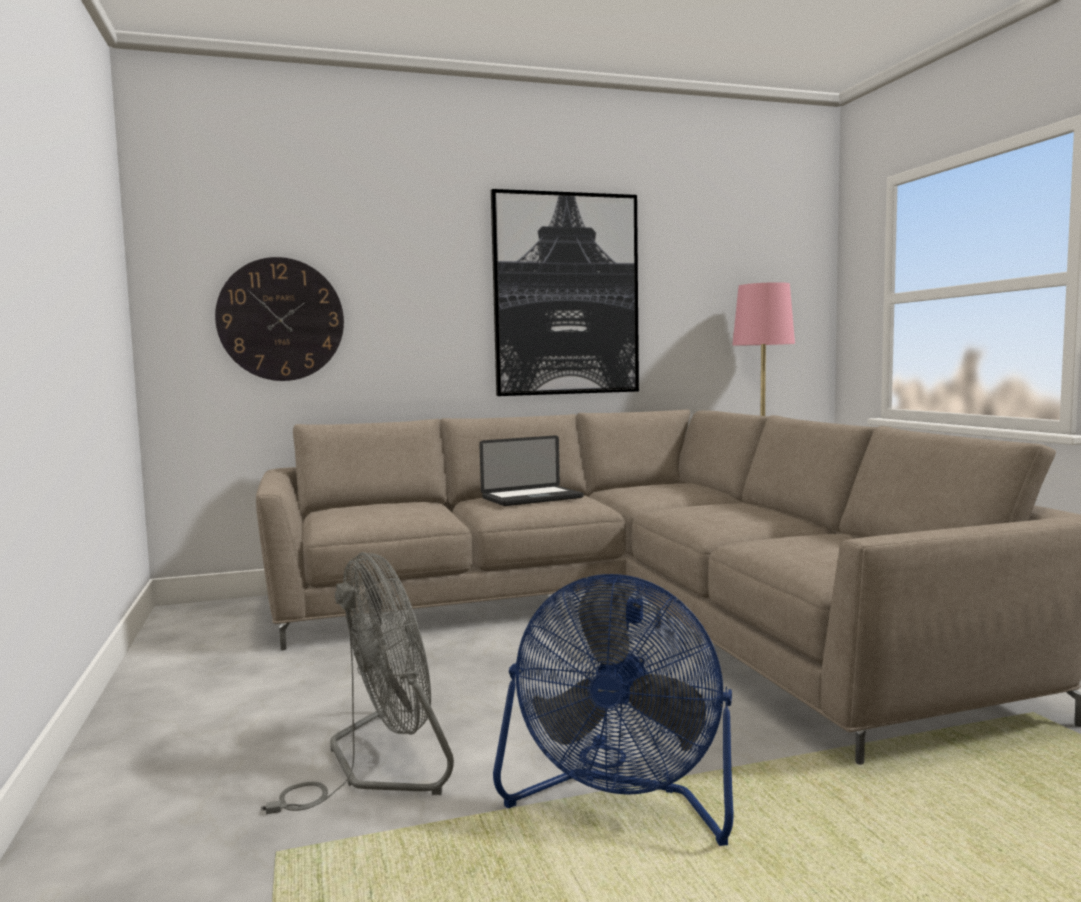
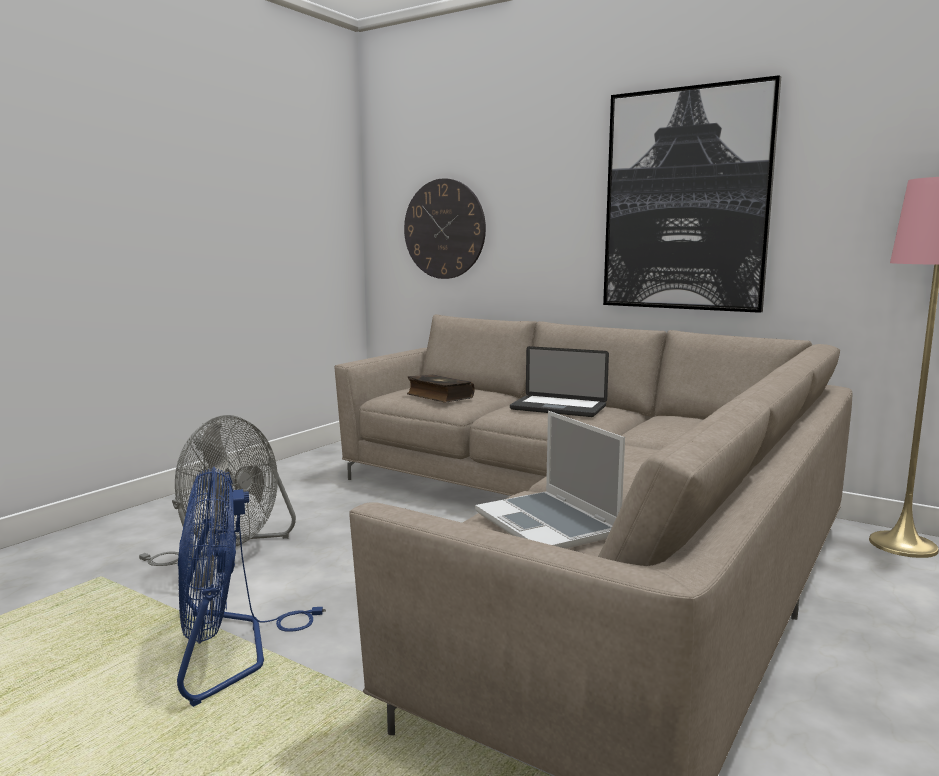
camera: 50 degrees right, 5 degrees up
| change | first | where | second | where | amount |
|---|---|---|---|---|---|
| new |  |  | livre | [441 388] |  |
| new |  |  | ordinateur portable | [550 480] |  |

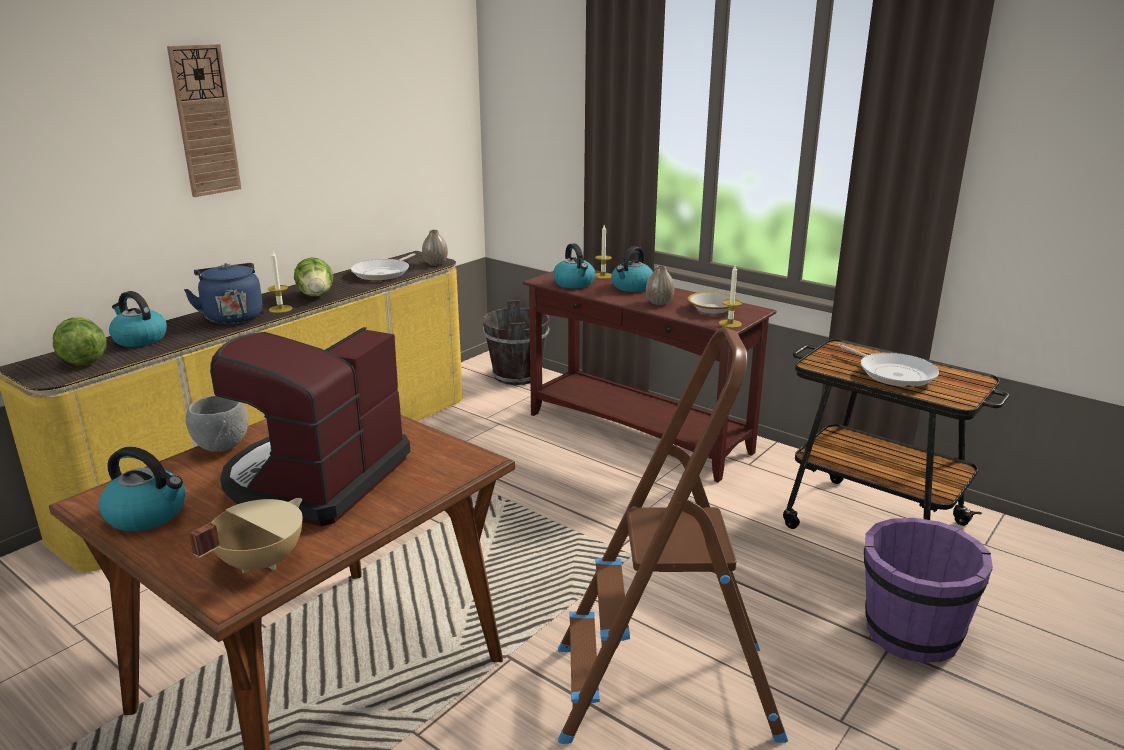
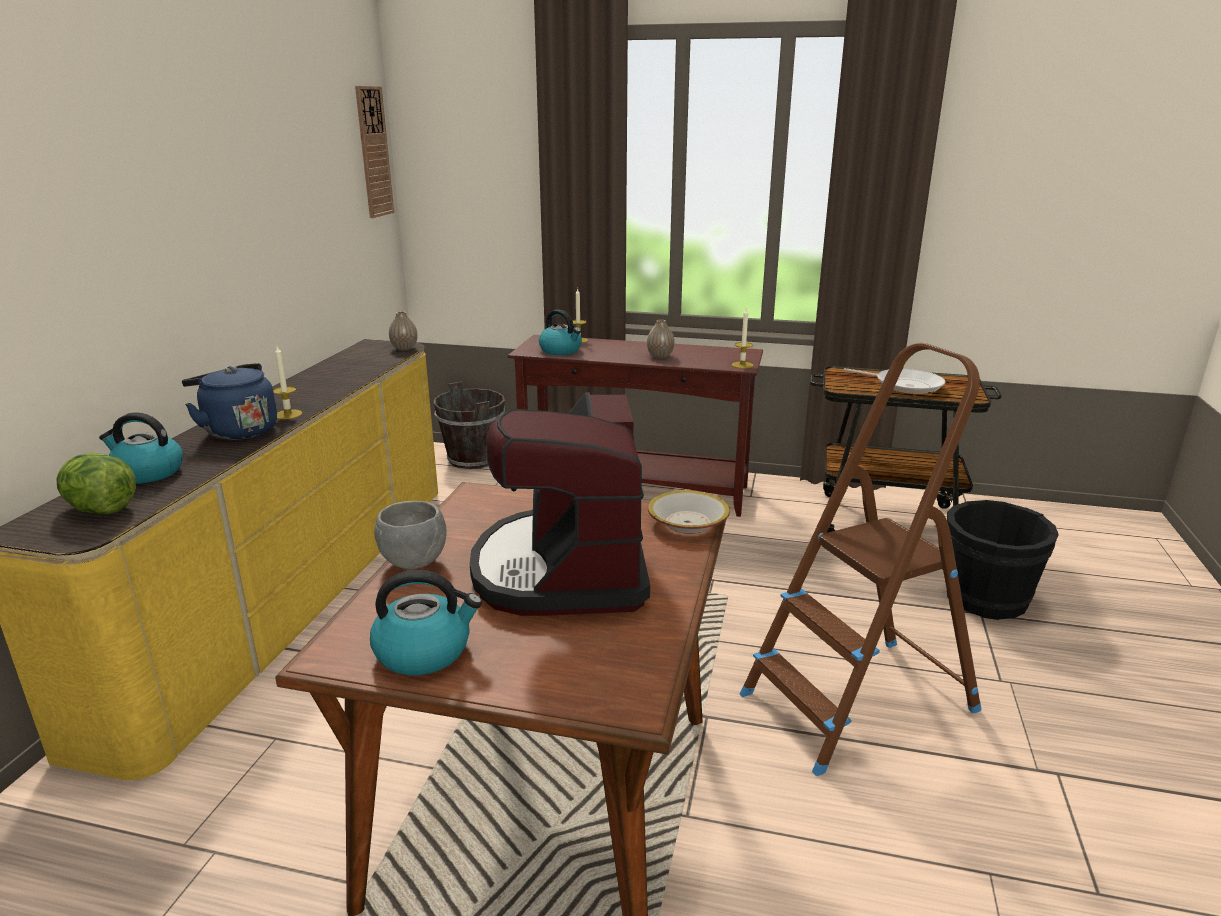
camera: 25 degrees left, 0 degrees up
| change | first | where | second | where | amount |
|---|---|---|---|---|---|
| shifted | horloge murale | [204 120] |  | [374 152] |  |
| gone | bouilloire | [632 269] |  |  |  |
| gone | poêle | [383 267] |  |  |  |
| gone | laitue | [313 277] |  |  |  |
| shifted | bol | [712 303] |  | [689 512] |  |
| gone | marmite (beige) | [246 535] |  |  |  |
| repainted | seau (violet) | [928 590] | seau (noir) | [1002 560] |  |

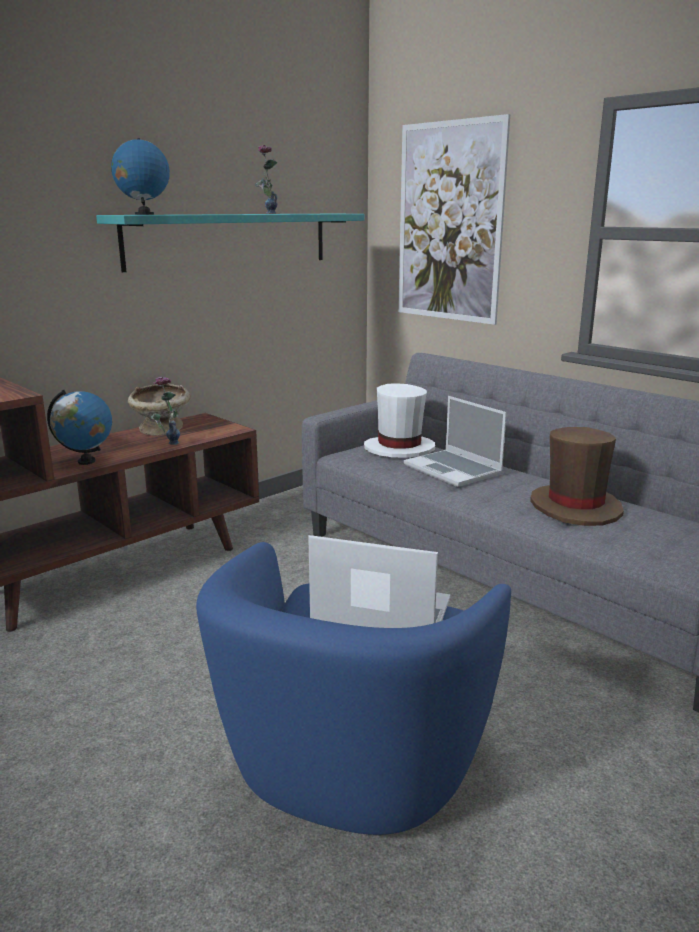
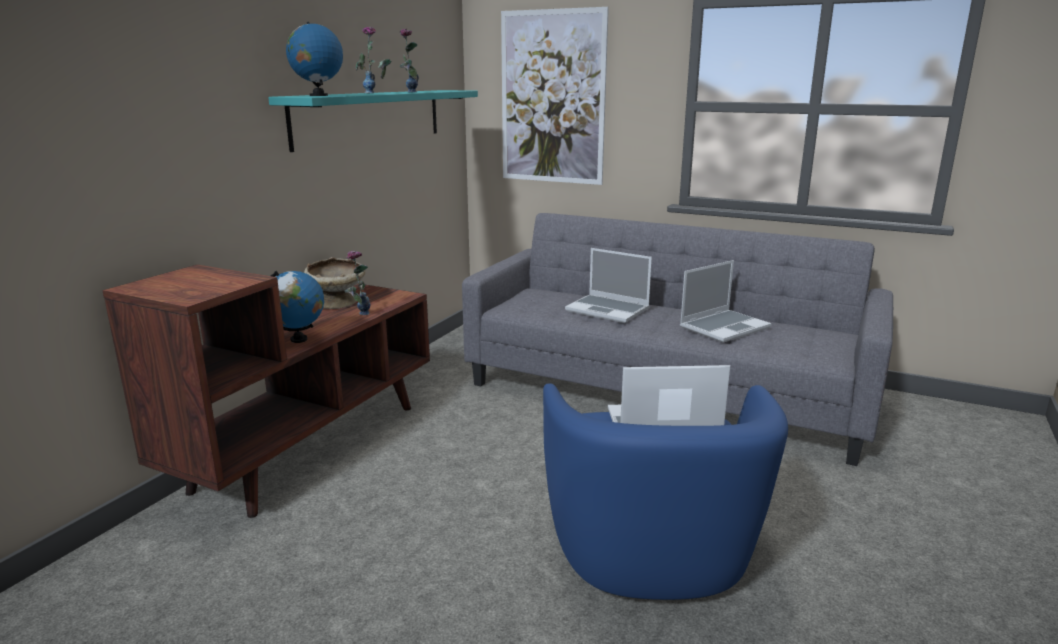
camera: 20 degrees left, 0 degrees up
| change | first | where | second | where | amount |
|---|---|---|---|---|---|
| gone | chapeau (blanc) | [399 421] |  |  |  |
| swapped | chapeau (marron) | [577 476] | ordinateur portable | [726 301] |  |
| new |  |  | vase | [374 60] |  |

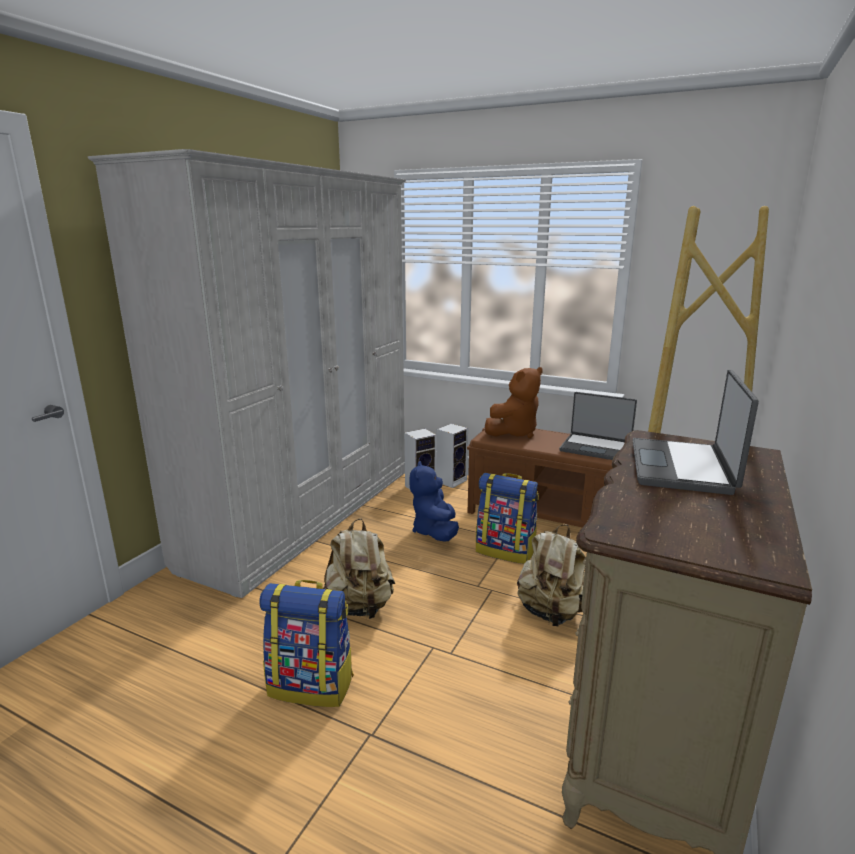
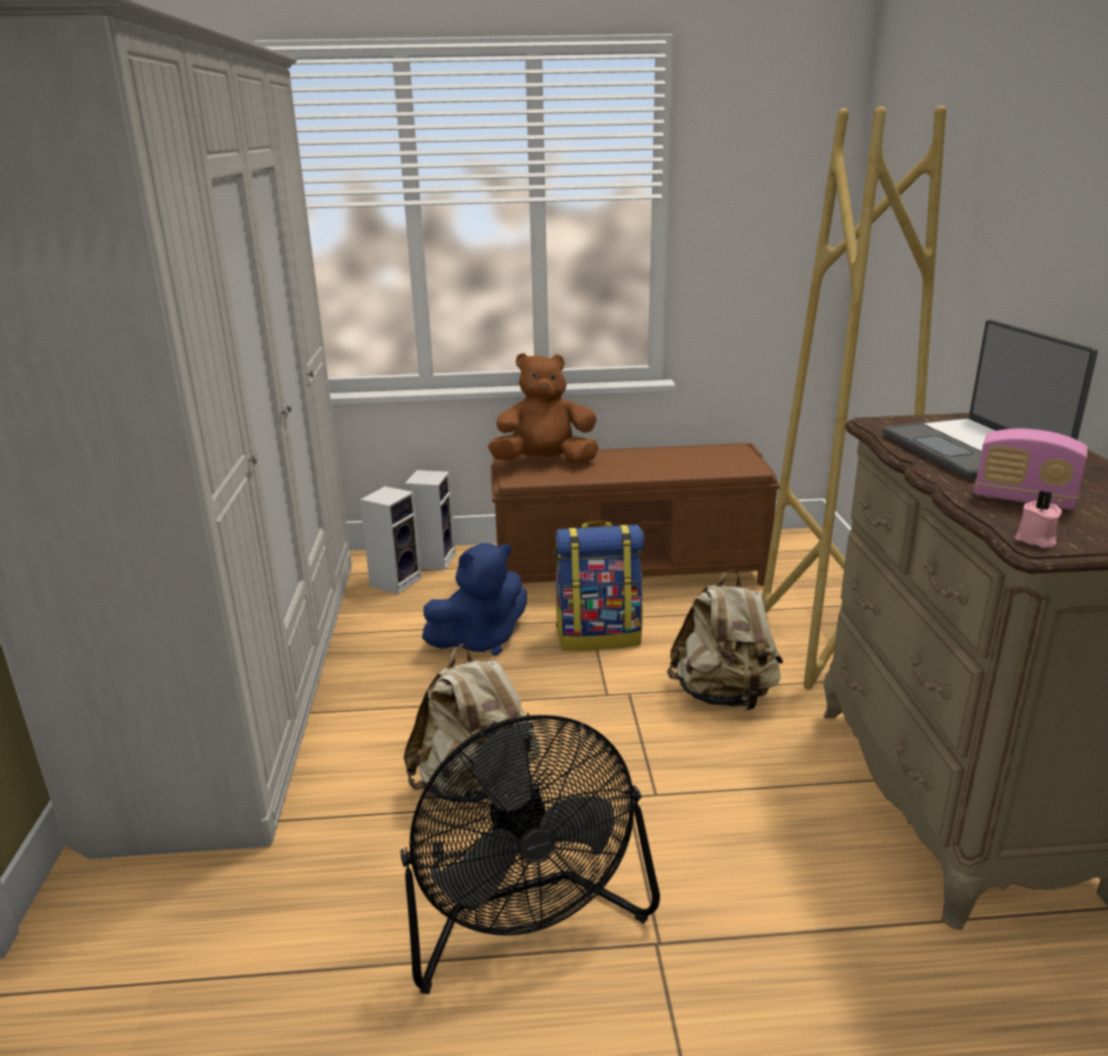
camera: 30 degrees left, 5 degrees up
| change | first | where | second | where | amount |
|---|---|---|---|---|---|
| rotated | peluche (marron) | [514 402] |  | [543 408] | 120 degrees counterclockwise |
| gone | ordinateur portable | [598 426] |  |  |  |
| rotated | peluche (bleu) | [434 501] |  | [474 599] | 90 degrees counterclockwise |
| swapped | sac à dos | [306 643] | ventilateur (noir) | [530 853] |  |
| new |  |  | radio | [1031 469] |  |
| new |  |  | bougie (rose) | [1038 519] |  |

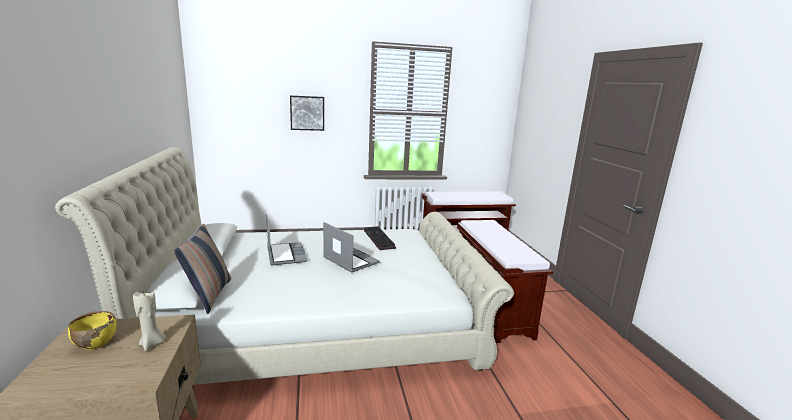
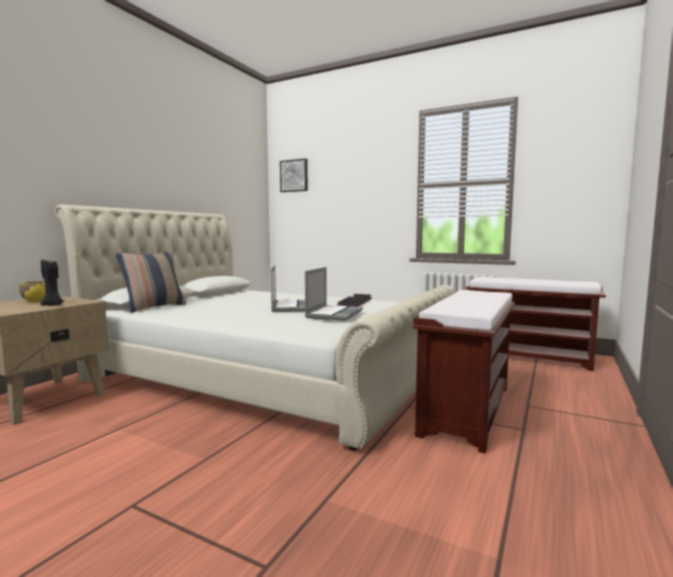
camera: 40 degrees right, 10 degrees down
| change | first | where | second | where | amount |
|---|---|---|---|---|---|
| shifted | tableau | [307 113] |  | [294 175] |  |
| shifted | ordinateur portable | [286 240] |  | [334 294] |  |
| repainted | bougie (beige) | [149 321] | bougie (noir) | [51 282] |  |

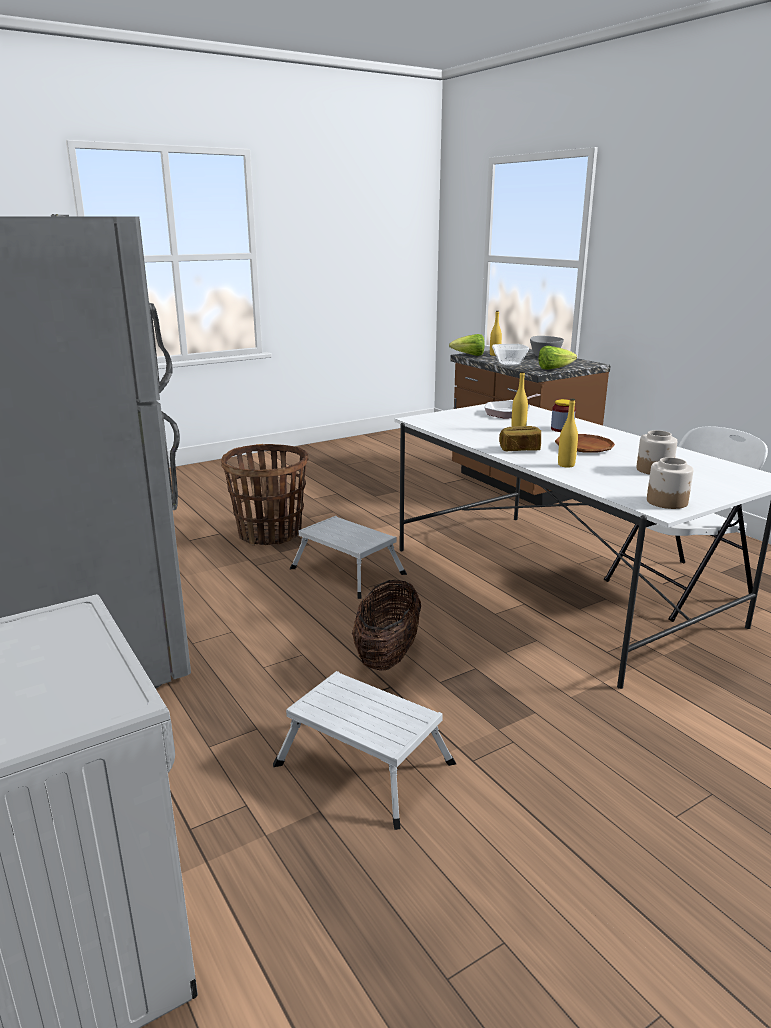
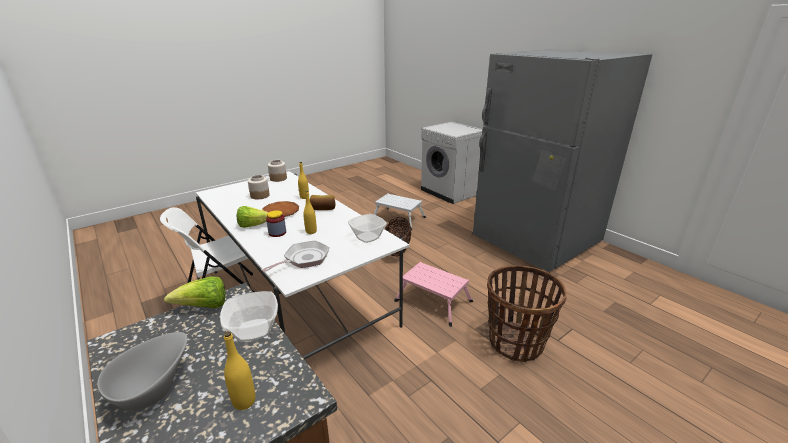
camera: 175 degrees right, 5 degrees up
| change | first | where | second | where | amount |
|---|---|---|---|---|---|
| shifted | laitue | [467 345] |  | [252 217] |  |
| repainted | escabeau (blanc) | [348 557] | escabeau (rose) | [433 294] |  |
| new |  |  | bol | [367 228] |  |

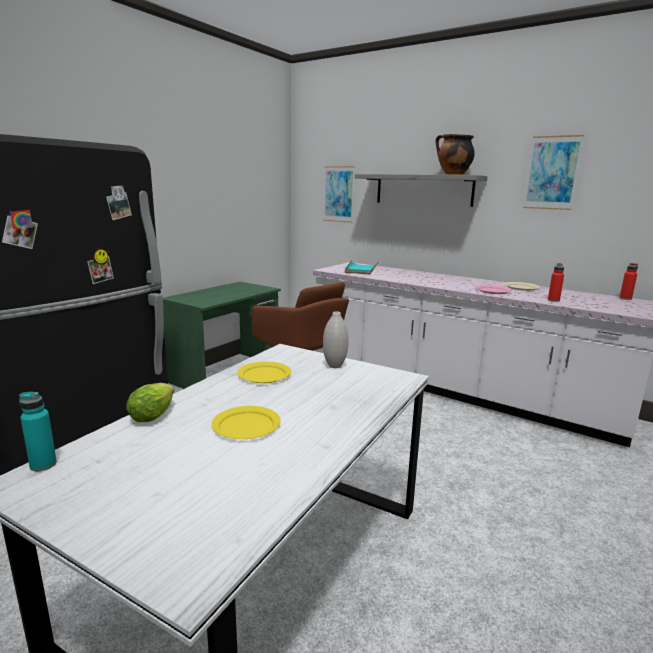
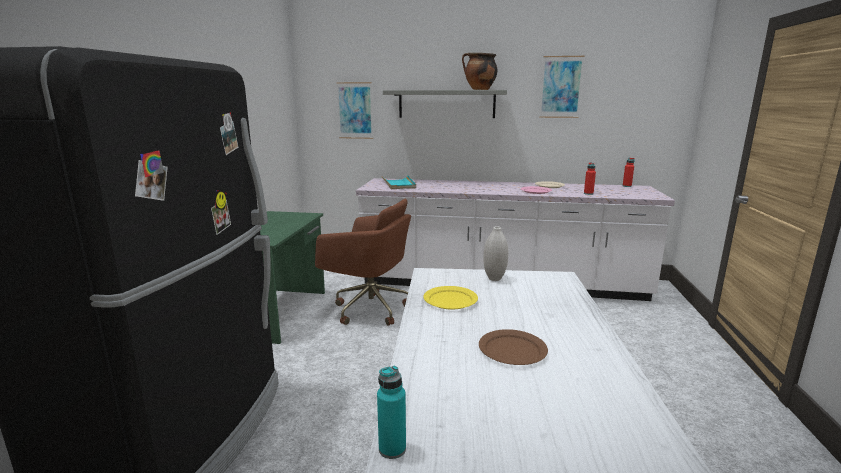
camera: 25 degrees left, 0 degrees up
| change | first | where | second | where | amount |
|---|---|---|---|---|---|
| gone | laitue | [150 402] |  |  |  |
| repainted | assiette (jaune) | [246 422] | assiette (marron) | [513 347] |  |

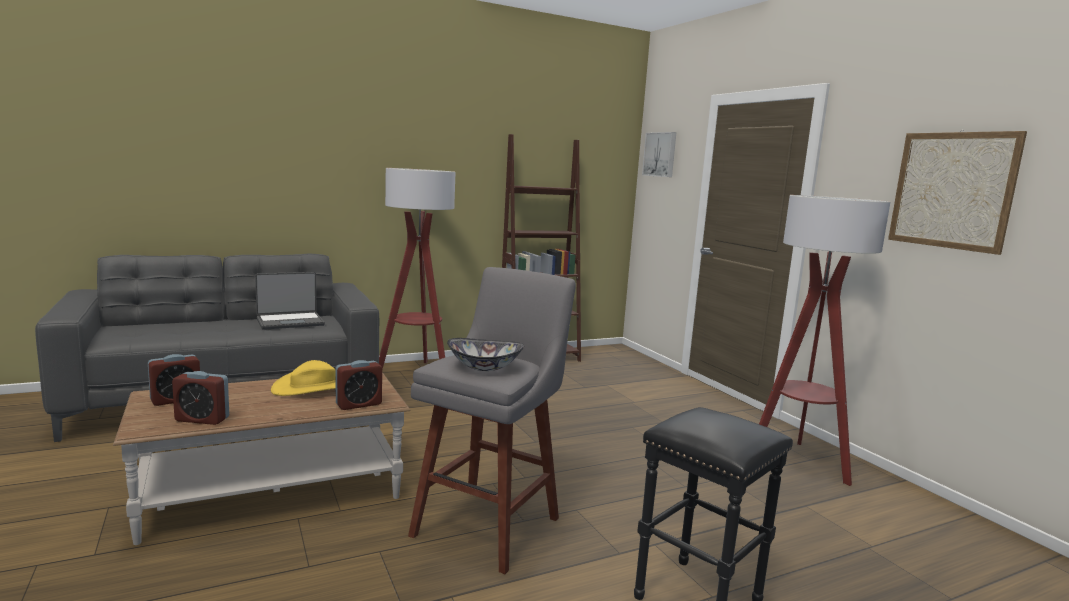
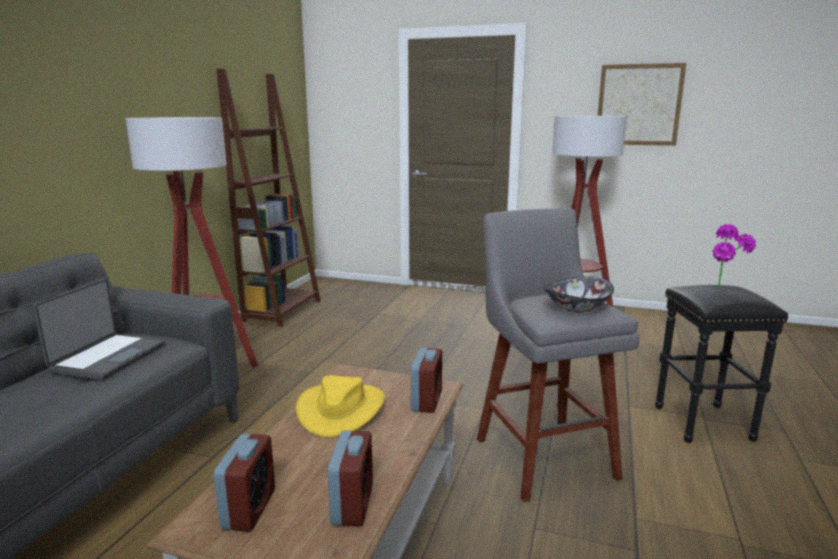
camera: 45 degrees left, 5 degrees up
| change | first | where | second | where | amount |
|---|---|---|---|---|---|
| gone | tableau | [659 154] |  |  |  |
| rotated | réveil | [200 398] |  | [350 478] | 45 degrees counterclockwise |
| new |  |  | plante en pot | [734 255] |  |

